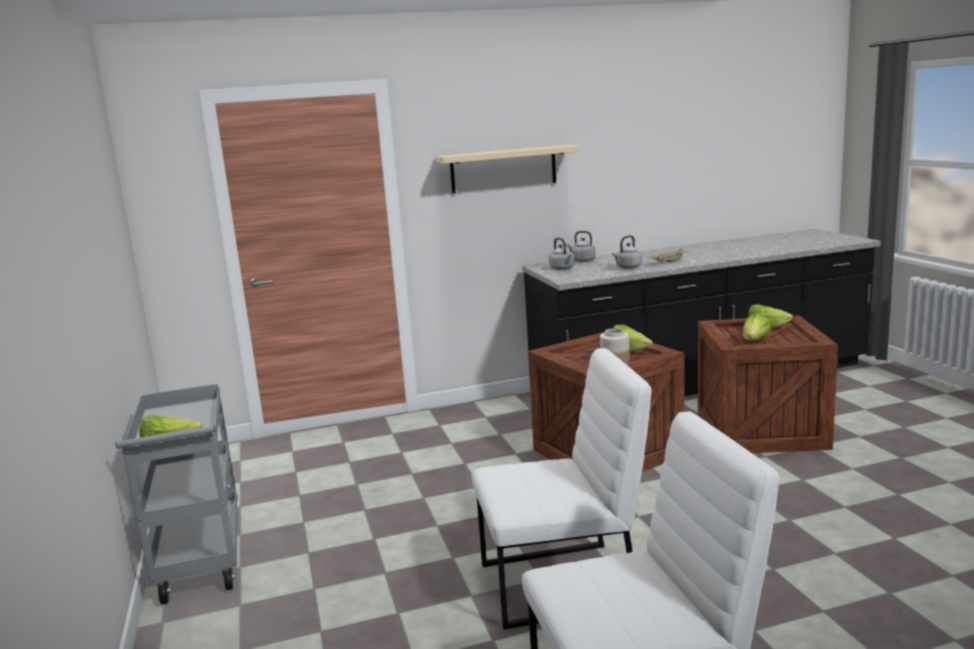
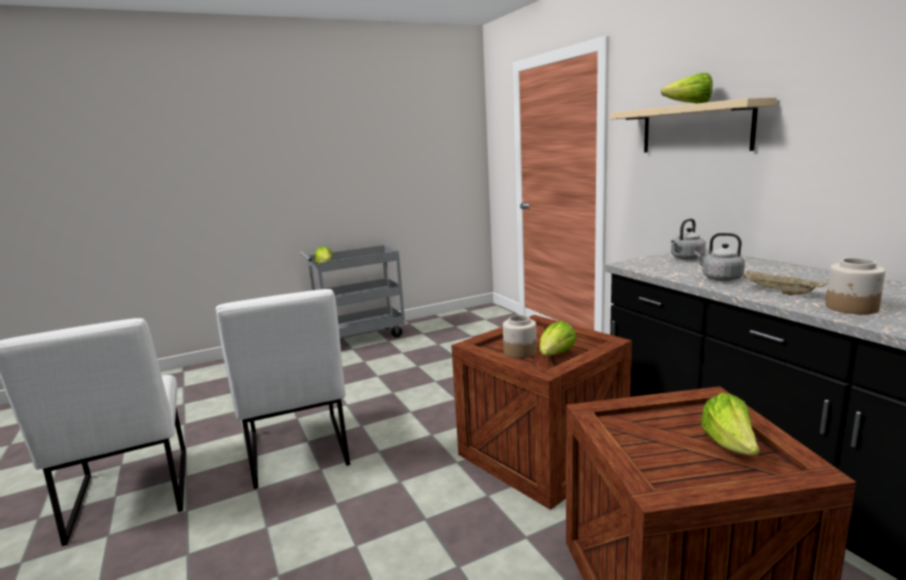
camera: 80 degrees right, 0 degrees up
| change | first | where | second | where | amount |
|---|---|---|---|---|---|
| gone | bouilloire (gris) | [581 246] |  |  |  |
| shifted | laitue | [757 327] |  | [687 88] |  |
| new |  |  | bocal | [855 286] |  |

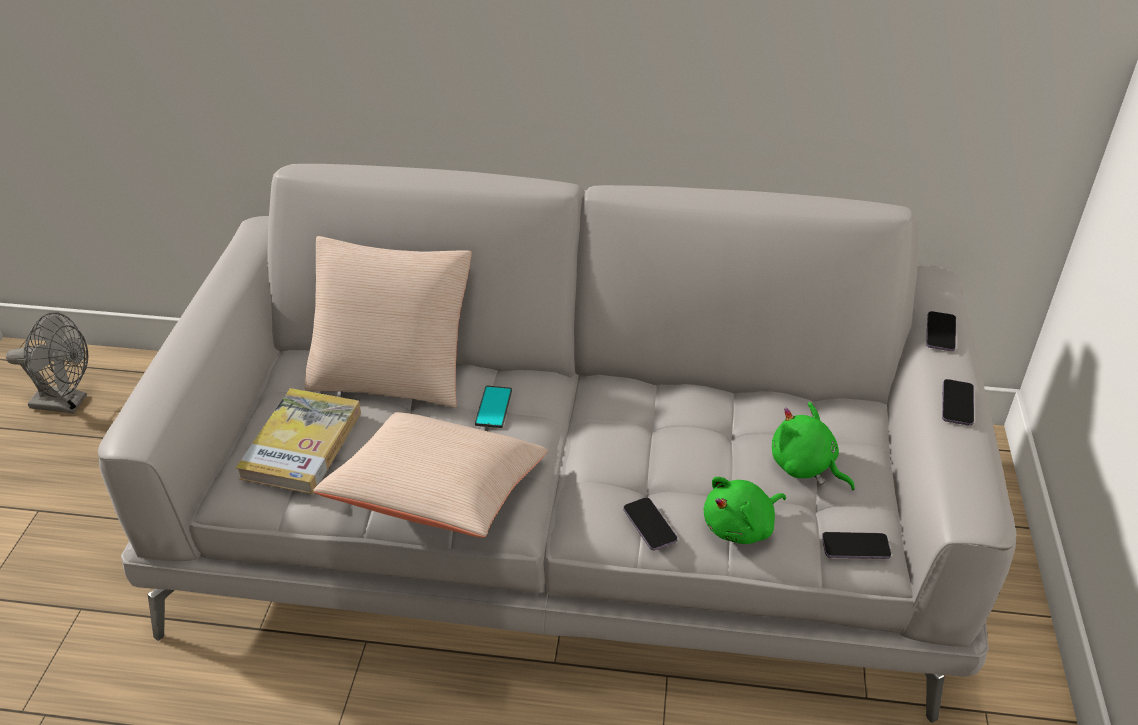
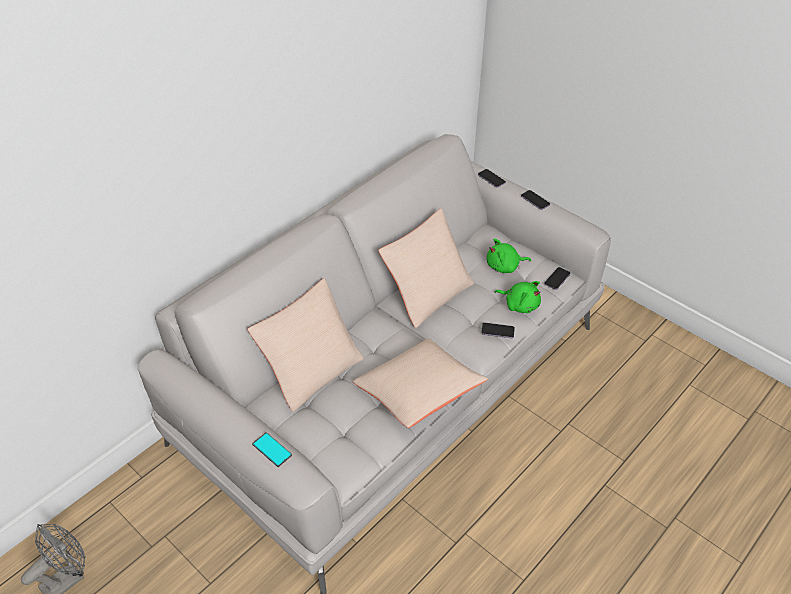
camera: 55 degrees left, 5 degrees up
| change | first | where | second | where | amount |
|---|---|---|---|---|---|
| shifted | téléphone | [493 407] |  | [272 449] |  |
| gone | livre | [298 441] |  |  |  |
| rotated | peluche (vert) | [745 510] |  | [518 297] | 60 degrees counterclockwise |
| new |  |  | coussin (beige) | [426 268] |  |

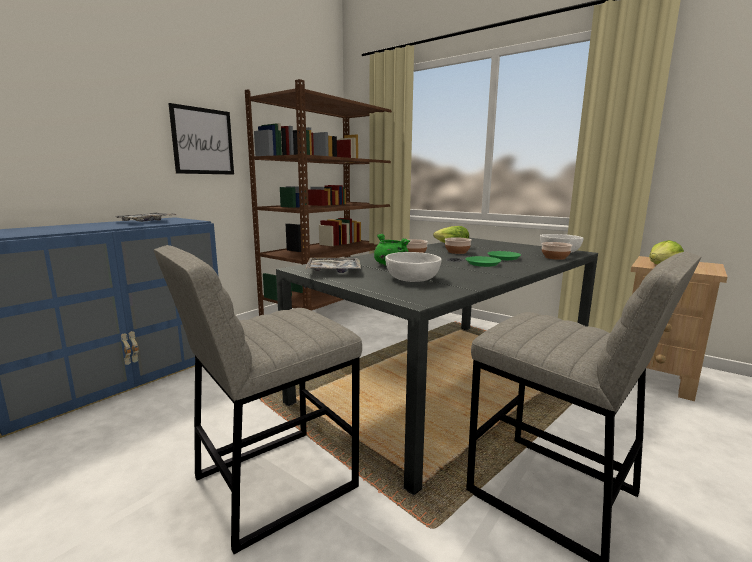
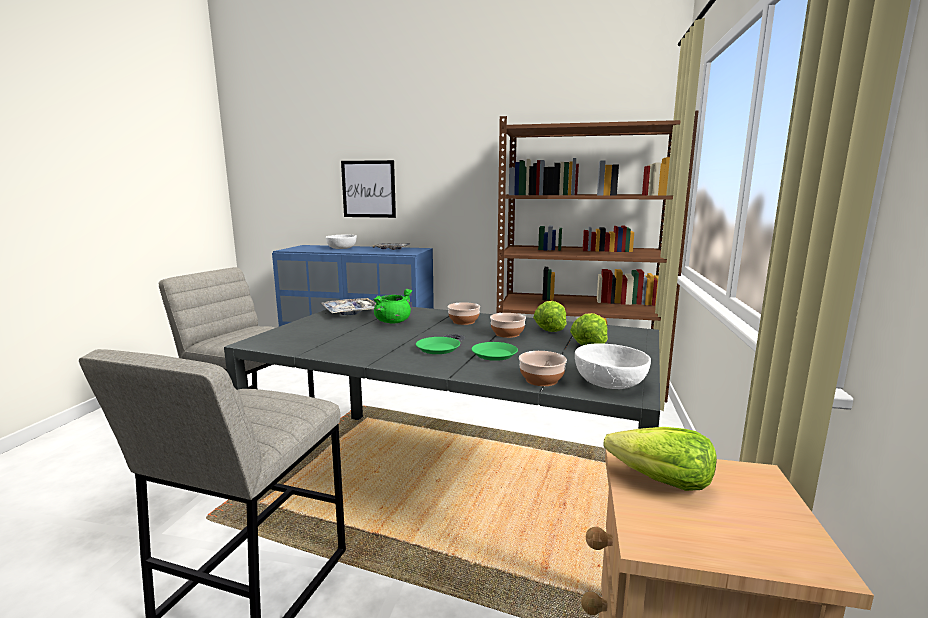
camera: 65 degrees right, 0 degrees up
| change | first | where | second | where | amount |
|---|---|---|---|---|---|
| shifted | tableau | [201 139] |  | [368 189] |  |
| shifted | bol (blanc) | [413 267] |  | [341 242] |  |
| new |  |  | laitue | [589 329] |  |

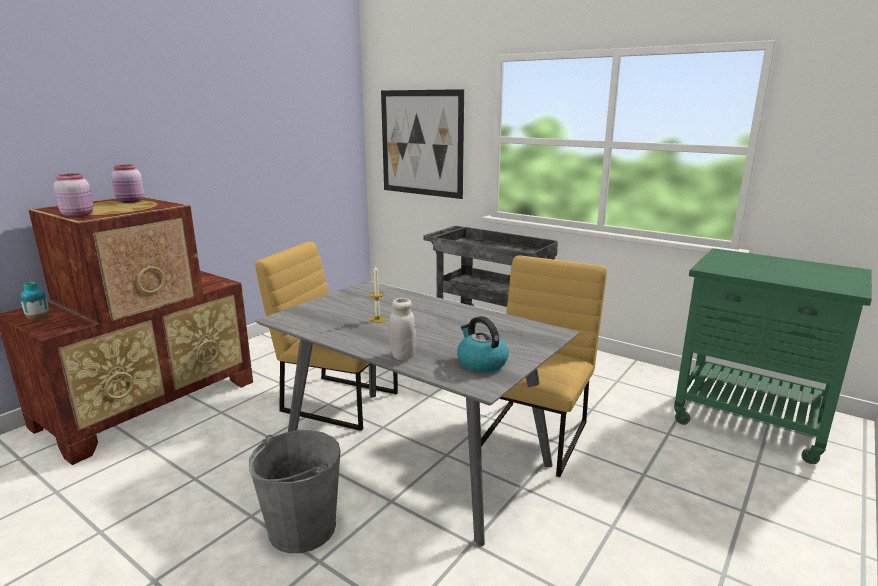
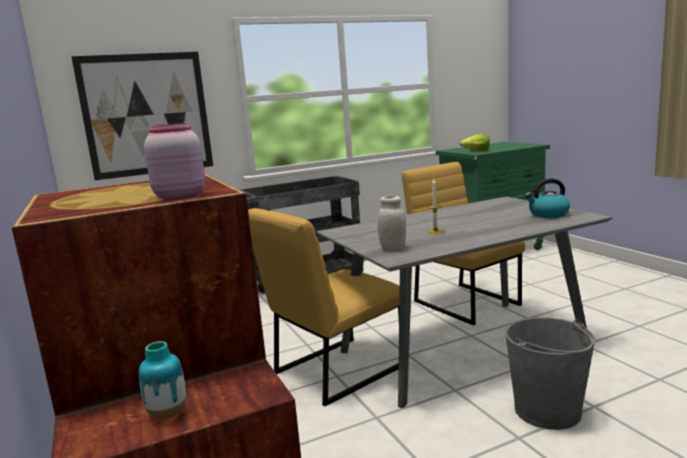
camera: 60 degrees left, 5 degrees down
| change | first | where | second | where | amount |
|---|---|---|---|---|---|
| gone | bocal (rose) | [127 184] |  |  |  |
| shifted | bocal (blanc) | [402 329] |  | [392 223] |  |
| new |  |  | laitue | [475 142] |  |

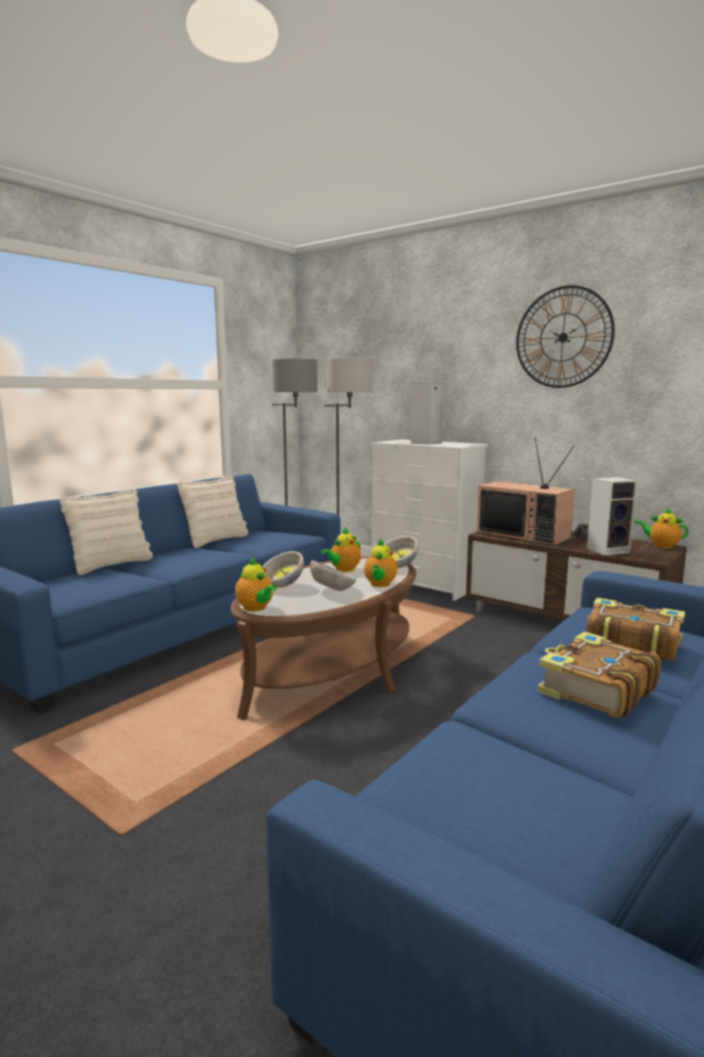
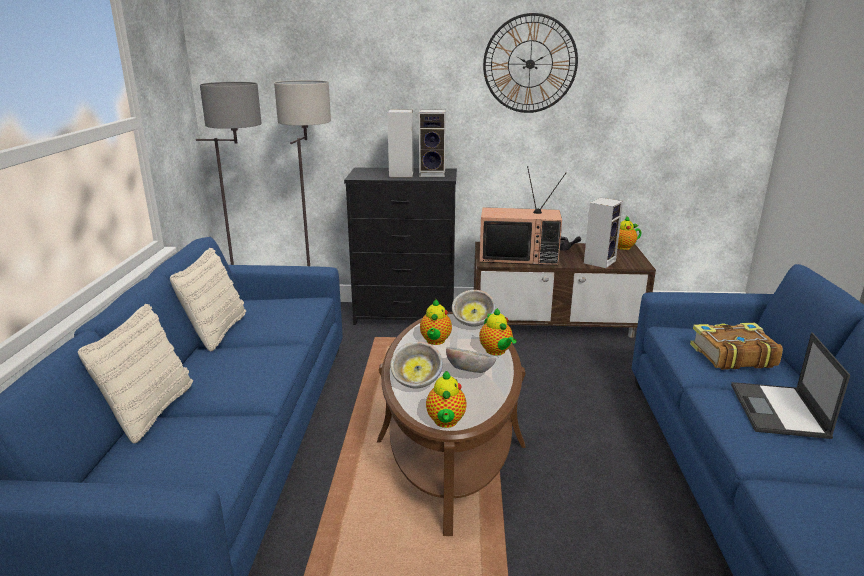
camera: 35 degrees left, 10 degrees up
| change | first | where | second | where | amount |
|---|---|---|---|---|---|
| repainted | commode (blanc) | [429 520] | commode (noir) | [400 246] |  |
| rotated | théière | [256 584] |  | [446 399] | 75 degrees clockwise |
| swapped | livre | [599 675] | ordinateur portable | [790 385] |  |
| new |  |  | enceinte | [432 143] |  |

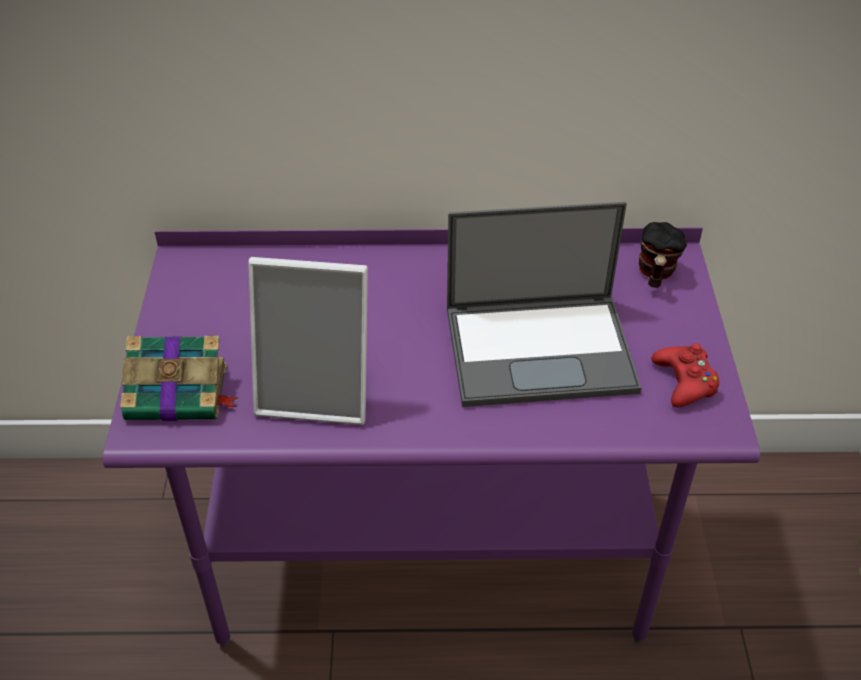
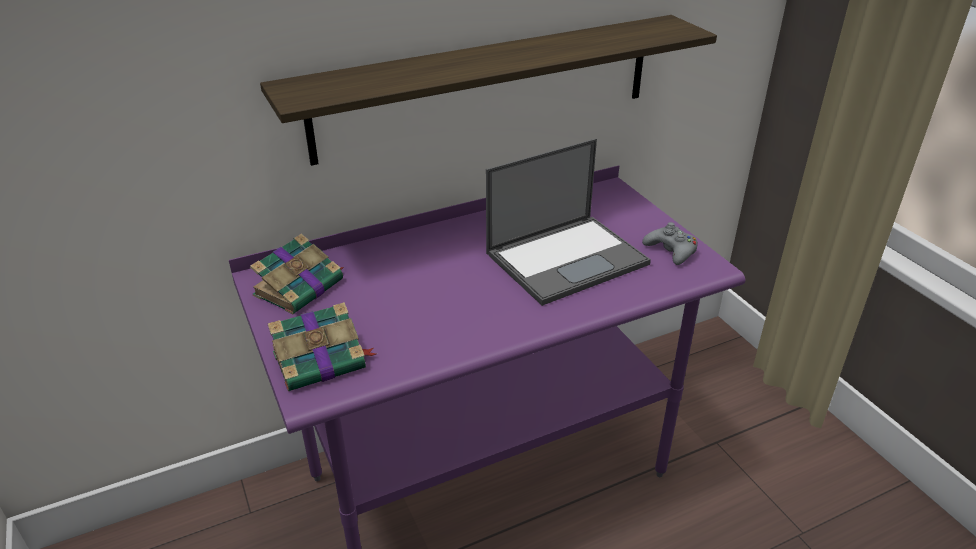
camera: 25 degrees left, 10 degrees down
| change | first | where | second | where | amount |
|---|---|---|---|---|---|
| gone | mug | [663 255] |  |  |  |
| gone | cadre photo | [308 341] |  |  |  |
| repainted | manette (rouge) | [685 375] | manette (gris) | [670 243] |  |
| new |  |  | étagère | [488 90] |  |
| new |  |  | livre | [297 273] |  |

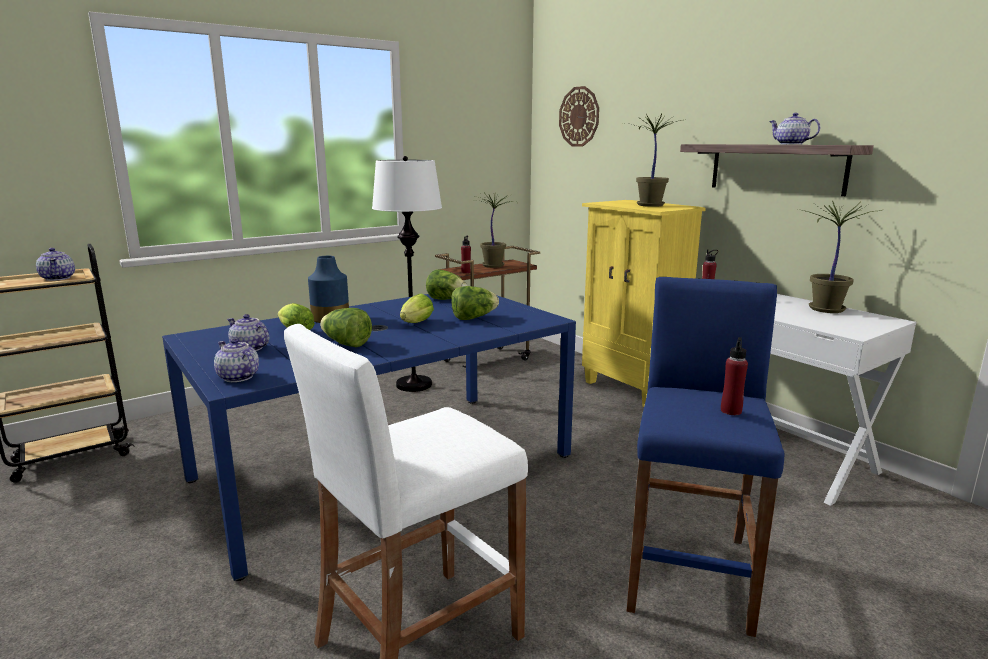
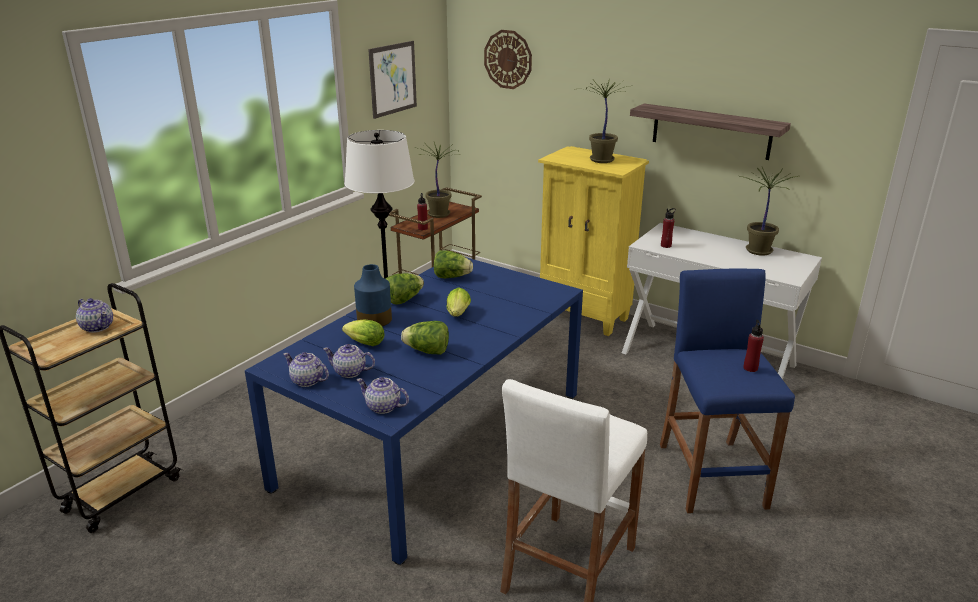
camera: 20 degrees left, 10 degrees up
| change | first | where | second | where | amount |
|---|---|---|---|---|---|
| shifted | théière | [795 129] |  | [306 369] |  |
| shifted | laitue | [475 303] |  | [405 289] |  |
| new |  |  | tableau | [392 80] |  |

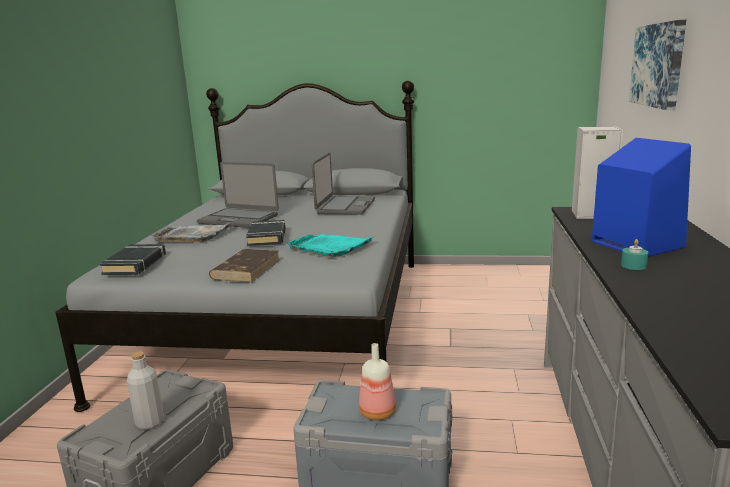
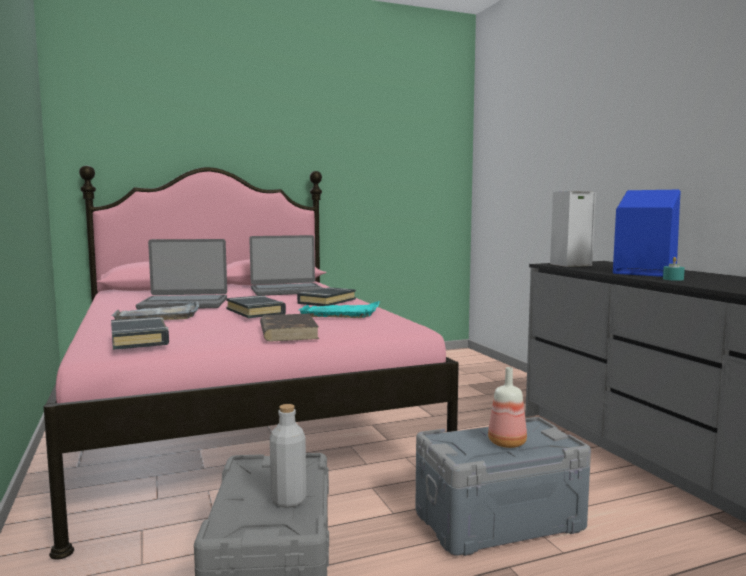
camera: 30 degrees left, 10 degrees down
| change | first | where | second | where | amount |
|---|---|---|---|---|---|
| gone | tableau | [657 65] |  |  |  |
| repainted | lit (gris) | [234 246] | lit (rose) | [251 363] |  |
| rotated | ordinateur portable | [343 184] |  | [286 265] | 90 degrees clockwise |
| new |  |  | livre (noir) | [326 296] |  |

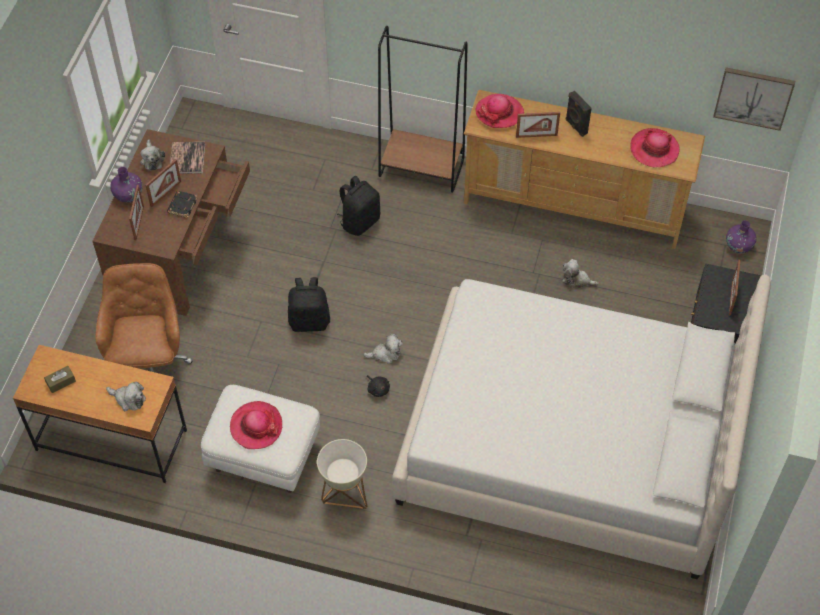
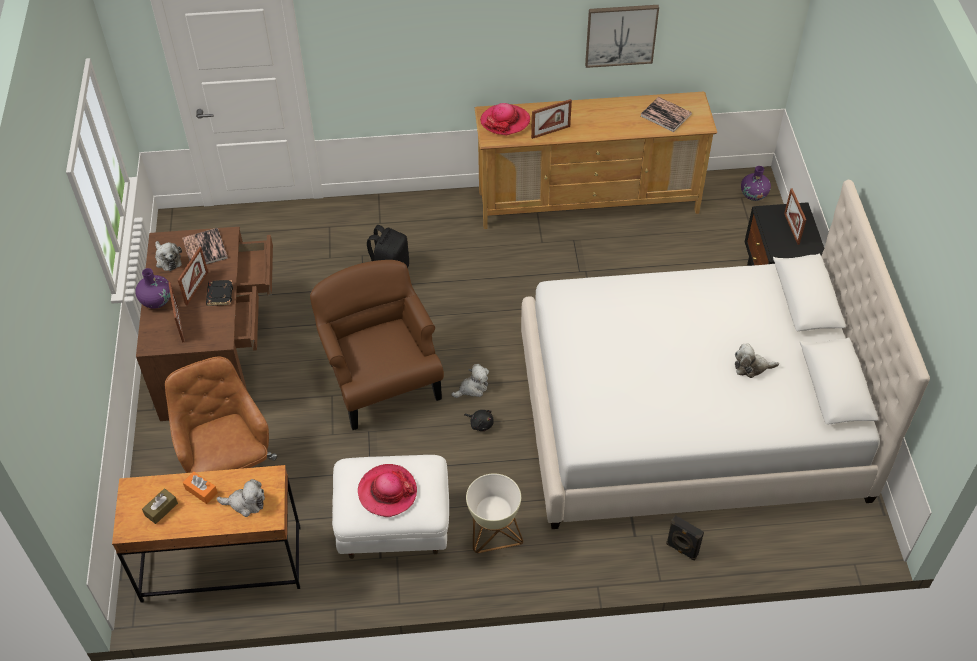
camera: 20 degrees left, 5 degrees down
| change | first | where | second | where | amount |
|---|---|---|---|---|---|
| gone | portant | [423 109] |  |  |  |
| shifted | tableau | [754 99] |  | [622 36] |  |
| shifted | enceinte (noir) | [579 114] |  | [685 537] |  |
| swapped | chapeau | [655 147] | livre | [666 114] |  |
| shifted | peluche | [581 274] |  | [757 361] |  |
| swapped | sac à dos (noir) | [309 304] | fauteuil (marron) | [377 345] |  |
| new |  |  | boîte à mouchoirs (orange) | [200 488] |  |

